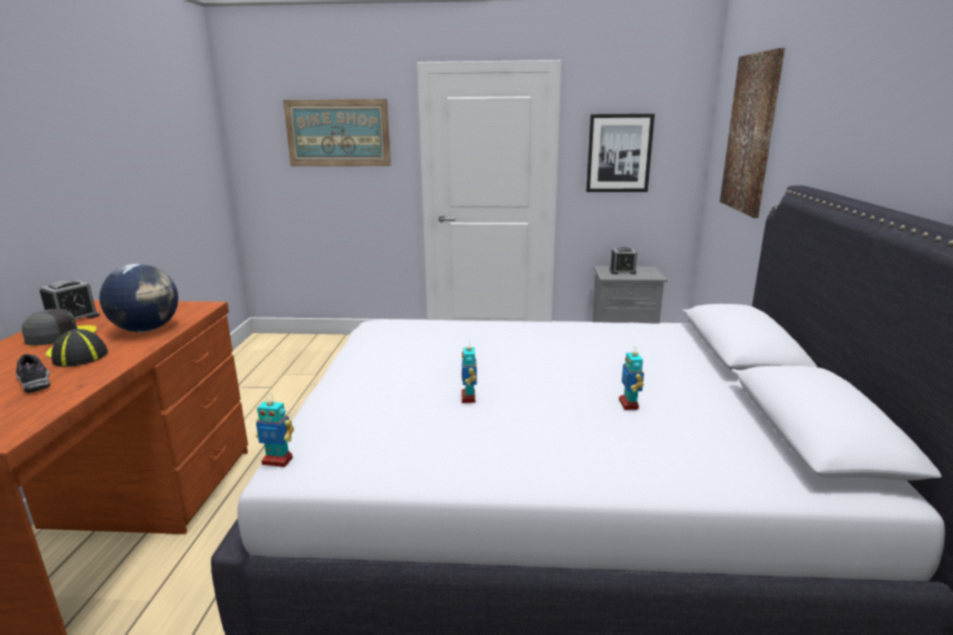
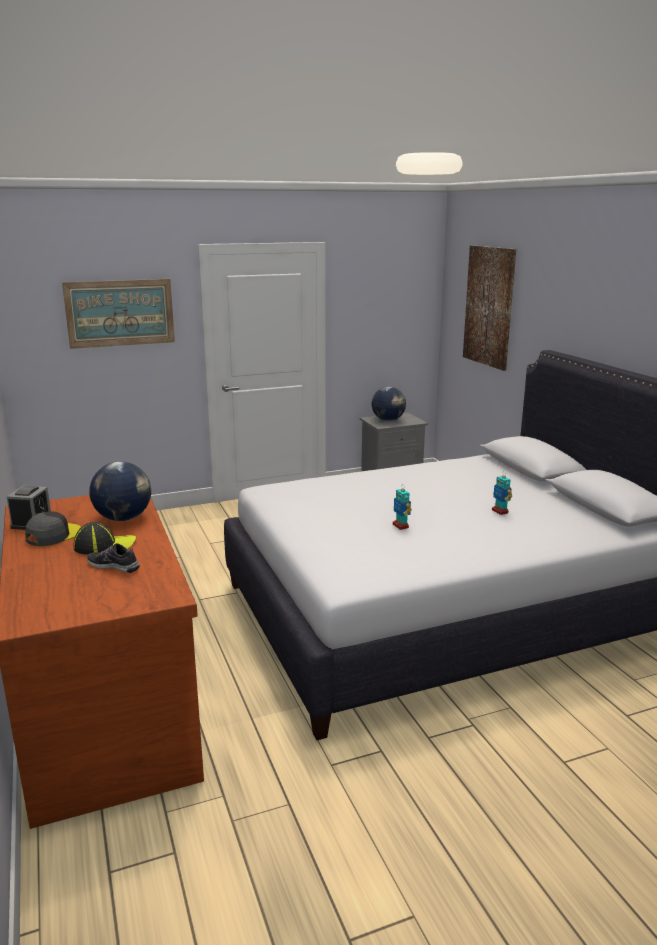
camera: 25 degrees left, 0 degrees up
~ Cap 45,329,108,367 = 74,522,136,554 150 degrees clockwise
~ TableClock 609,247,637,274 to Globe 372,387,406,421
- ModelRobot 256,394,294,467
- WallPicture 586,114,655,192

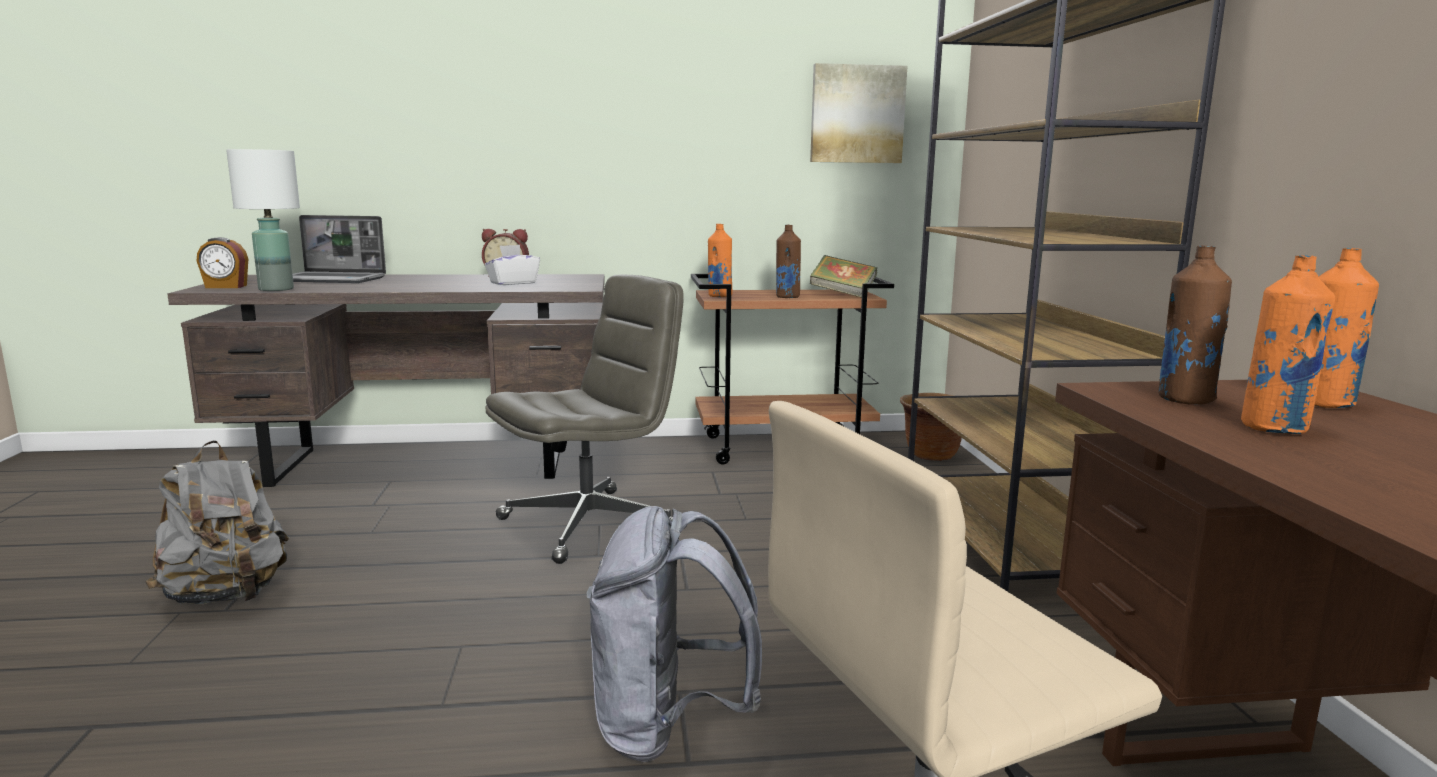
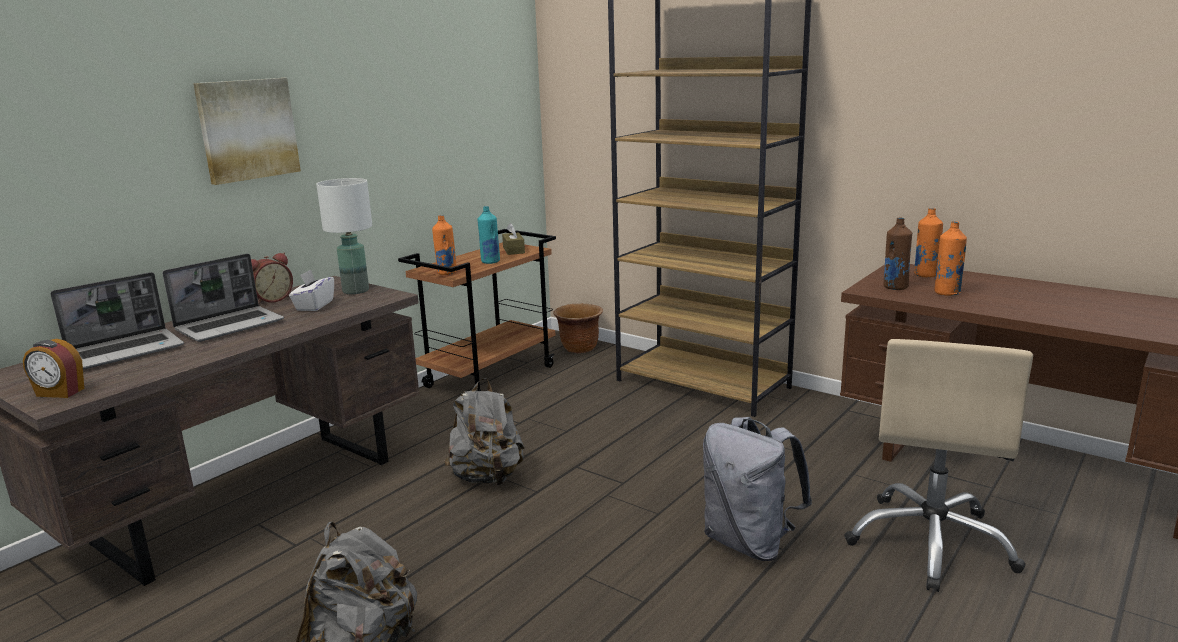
camera: 45 degrees left, 5 degrees up
~ TableClock 197,237,248,288 = 23,339,84,398 60 degrees clockwise
+ NotebookComputer 162,253,284,342
~ WallPicture 810,63,907,163 to 193,78,301,185
~ WhitishTabletopLamp 226,149,300,291 to 316,178,372,294
~ GreyComputerChair 485,275,684,564 to GreyRucksack 444,378,525,486
~ BrownBottle 776,225,801,298 to TurquoiseColouredBottle 477,206,500,264
~ Volume 810,255,877,298 to BrownBoxOfTissues 502,223,525,255

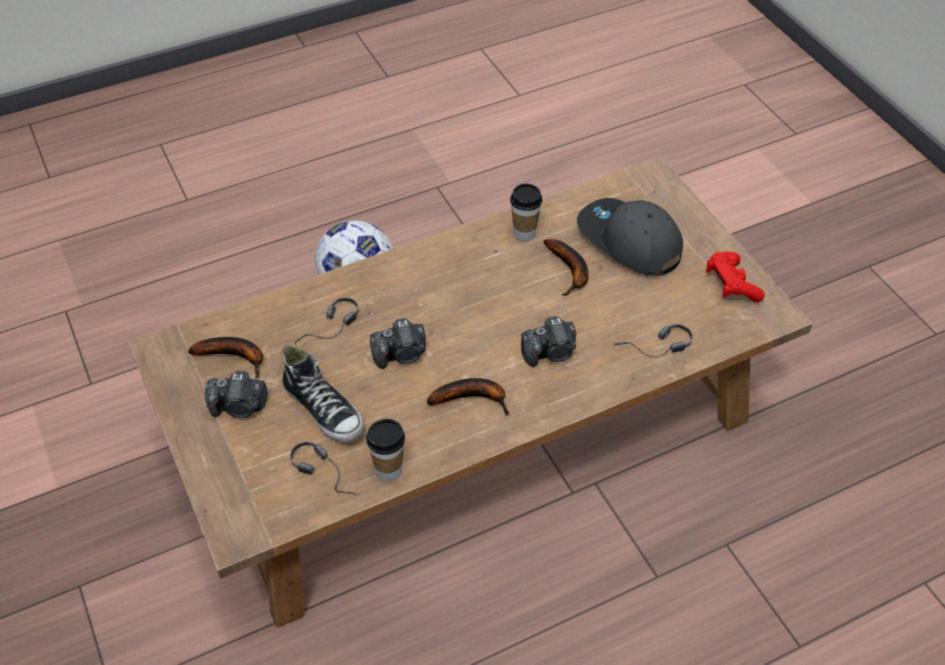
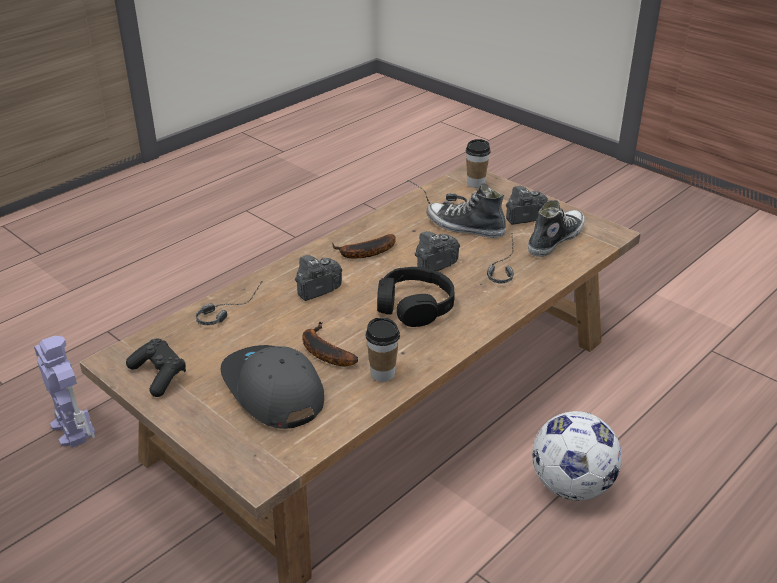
camera: 160 degrees right, 15 degrees down
+ ModelRobot 34,336,95,448
~ ReddishGamepad 706,252,765,302 to BlackGamepad 126,339,186,397
~ GreyCap 577,198,683,276 = 220,345,324,429 150 degrees counterclockwise
+ BlackHeadphones 377,267,455,327
~ Cup 366,419,405,481 to 466,139,491,188
~ WholeBanana 188,337,263,379 to ItemOfFootwear 528,200,585,257

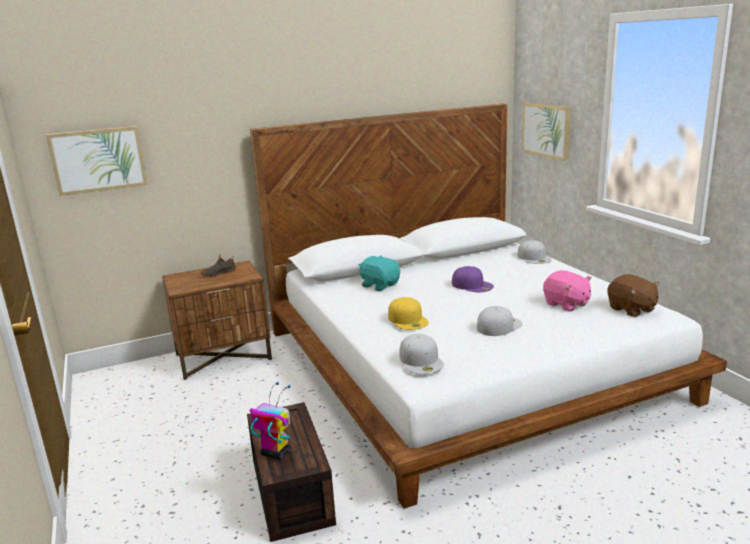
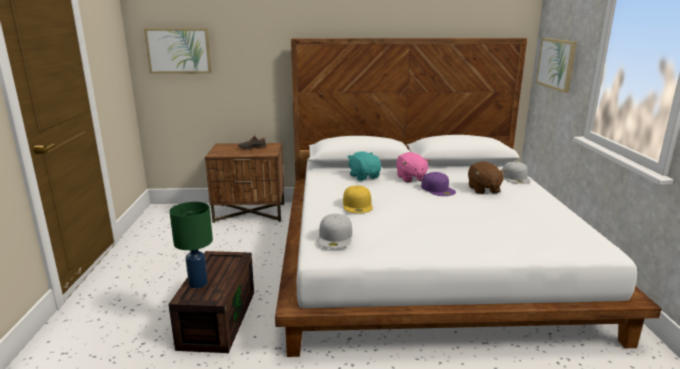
camera: 20 degrees right, 0 degrees up
~ ModelRobot 250,382,291,460 to GreenTabletopLamp 169,202,213,288
~ PinkColouredCuddlyToy 543,270,591,311 to 396,152,430,183
~ BrownCuddlyToy 607,274,660,317 to 468,161,506,194
- WhitishCap 477,306,522,336

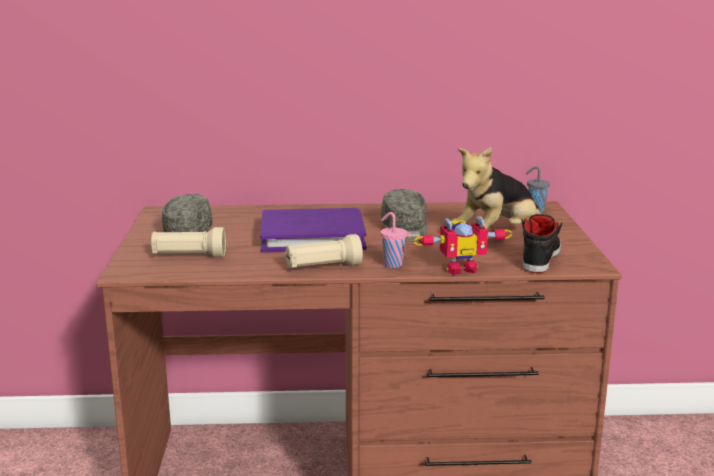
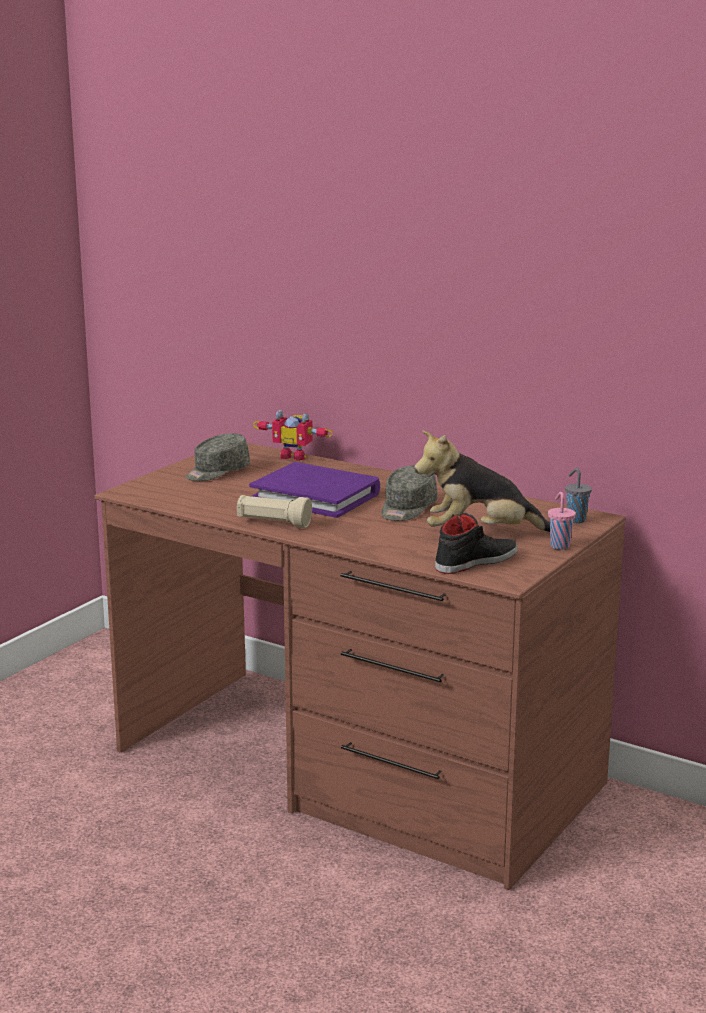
camera: 35 degrees right, 0 degrees up
~ ModelRobot 414,215,512,275 to 253,410,333,461
~ PinkColouredCup 380,212,407,268 to 548,492,576,550
- BeigeColouredFlashlight 151,227,226,257

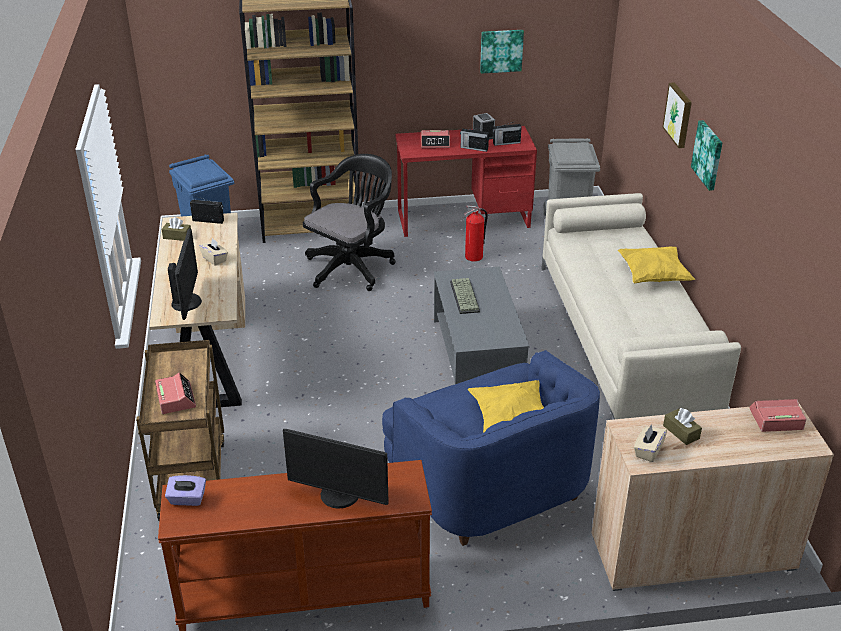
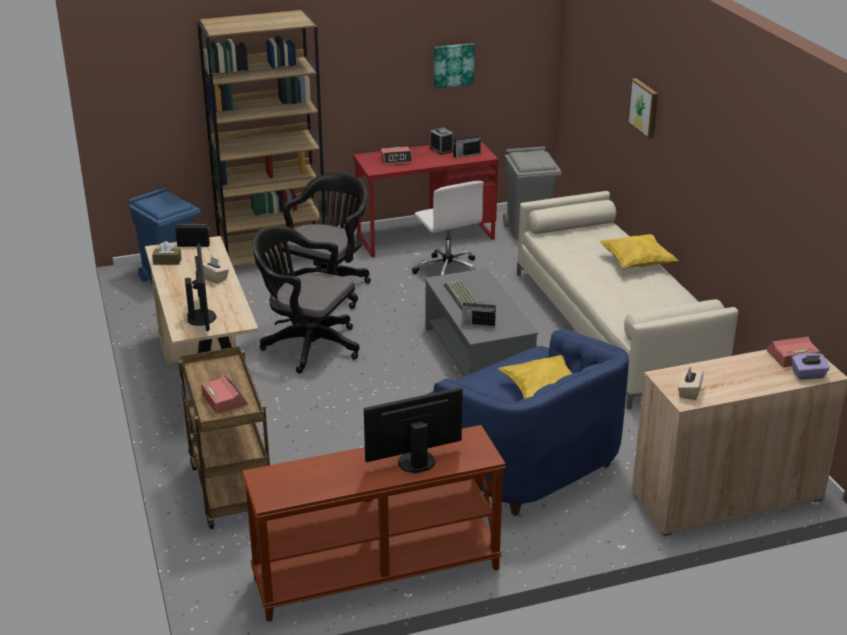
camera: 10 degrees left, 5 degrees down
+ BlackComputerChair 252,226,360,374
~ ComputerScreen 283,429,389,509 = 364,387,463,474 150 degrees clockwise
~ FireFightingCylinder 464,205,488,262 to WhitishComputerChair 412,181,484,275
~ Radio 460,128,489,152 to 461,301,496,328
~ PurpleColouredBoxOfTissues 165,475,206,506 to 792,353,830,379
- BrownBoxOfTissues 663,408,702,445
- WallPicture 691,120,722,191

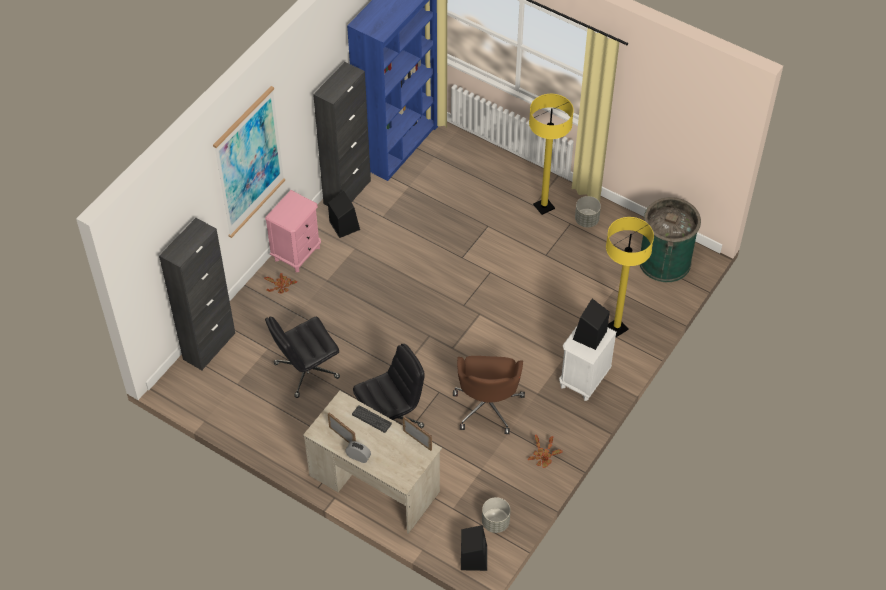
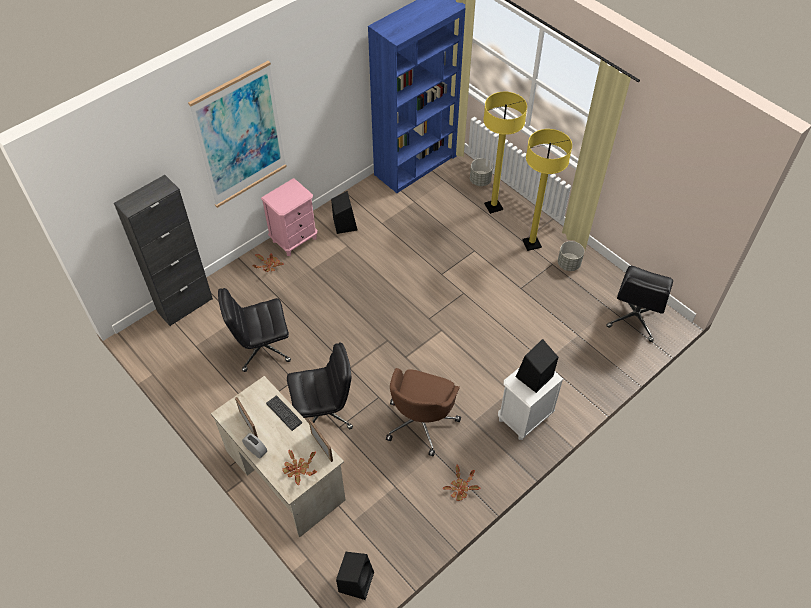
camera: 15 degrees right, 0 degrees up
+ Houseplant 282,450,317,485
~ GreyPlantPot 482,497,511,533 to 470,158,493,186
~ YellowStandingLamp 606,217,654,338 to 483,92,527,214
~ GreenTrashCan 640,197,701,282 to BlackComputerChair 607,266,673,342
- BlackCabinet 313,62,371,206

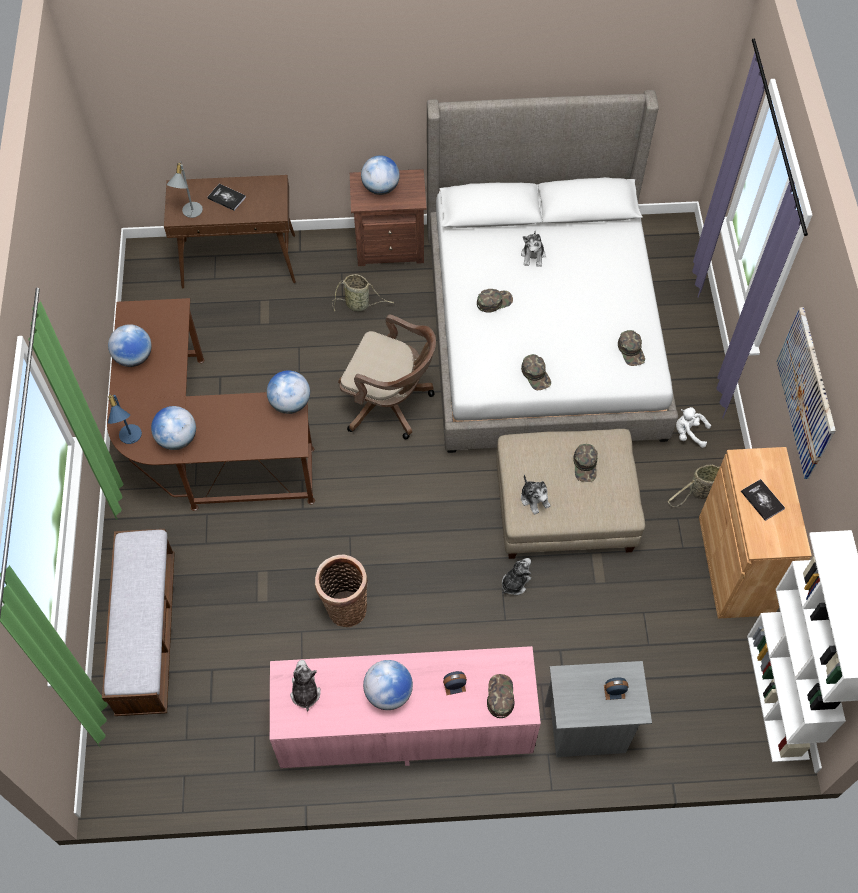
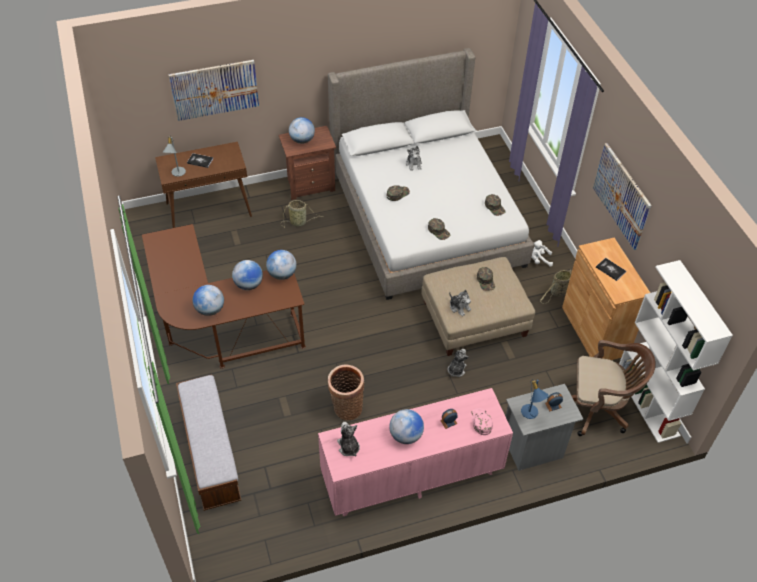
camera: 15 degrees left, 10 degrees down
+ WallPicture 168,60,259,121
~ Globe 108,324,152,367 to 232,260,263,290
~ GreenCap 487,674,515,718 to PinkColouredCap 471,408,493,435
~ BluishTabletopLamp 108,393,142,444 to 521,380,548,419
~ BrownComputerChair 338,314,436,439 to 571,340,656,436

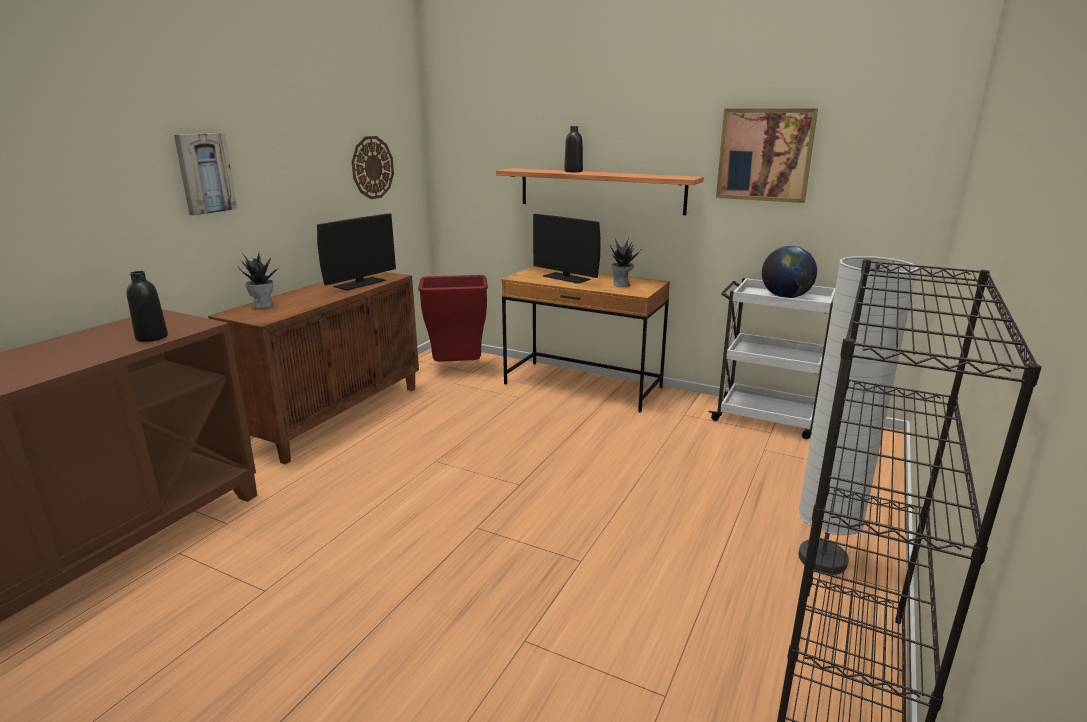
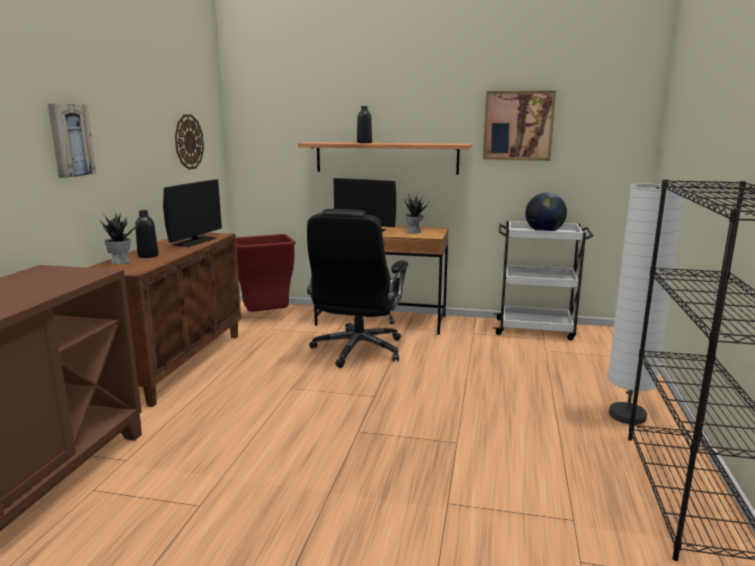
camera: 15 degrees left, 5 degrees down
~ BlackBottle 127,271,168,342 to 135,210,159,258
+ BlackComputerChair 307,209,408,368

